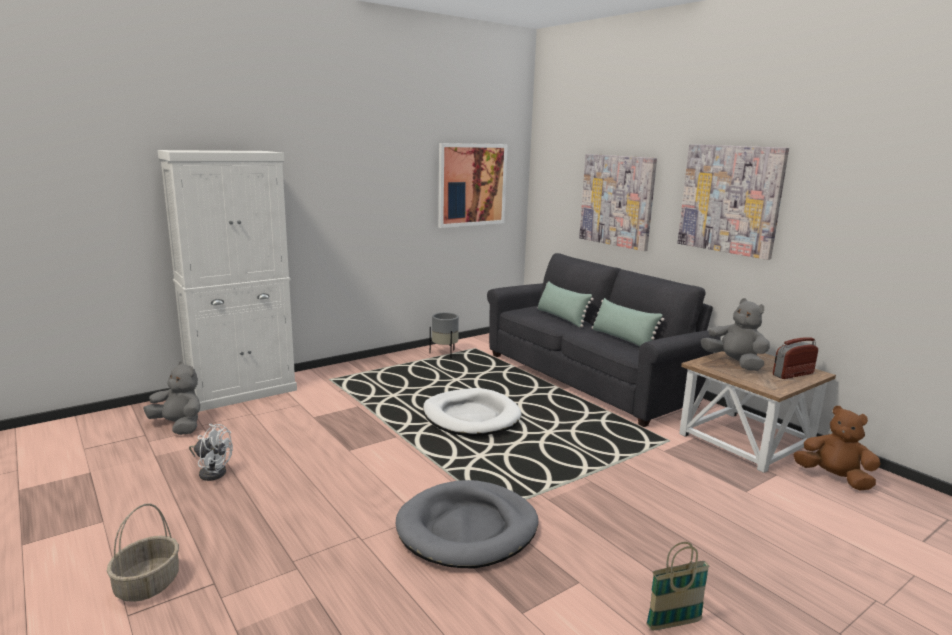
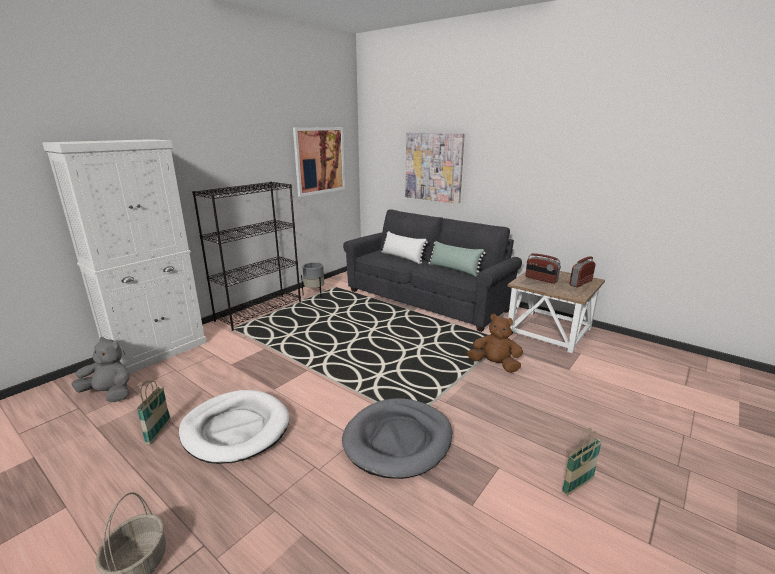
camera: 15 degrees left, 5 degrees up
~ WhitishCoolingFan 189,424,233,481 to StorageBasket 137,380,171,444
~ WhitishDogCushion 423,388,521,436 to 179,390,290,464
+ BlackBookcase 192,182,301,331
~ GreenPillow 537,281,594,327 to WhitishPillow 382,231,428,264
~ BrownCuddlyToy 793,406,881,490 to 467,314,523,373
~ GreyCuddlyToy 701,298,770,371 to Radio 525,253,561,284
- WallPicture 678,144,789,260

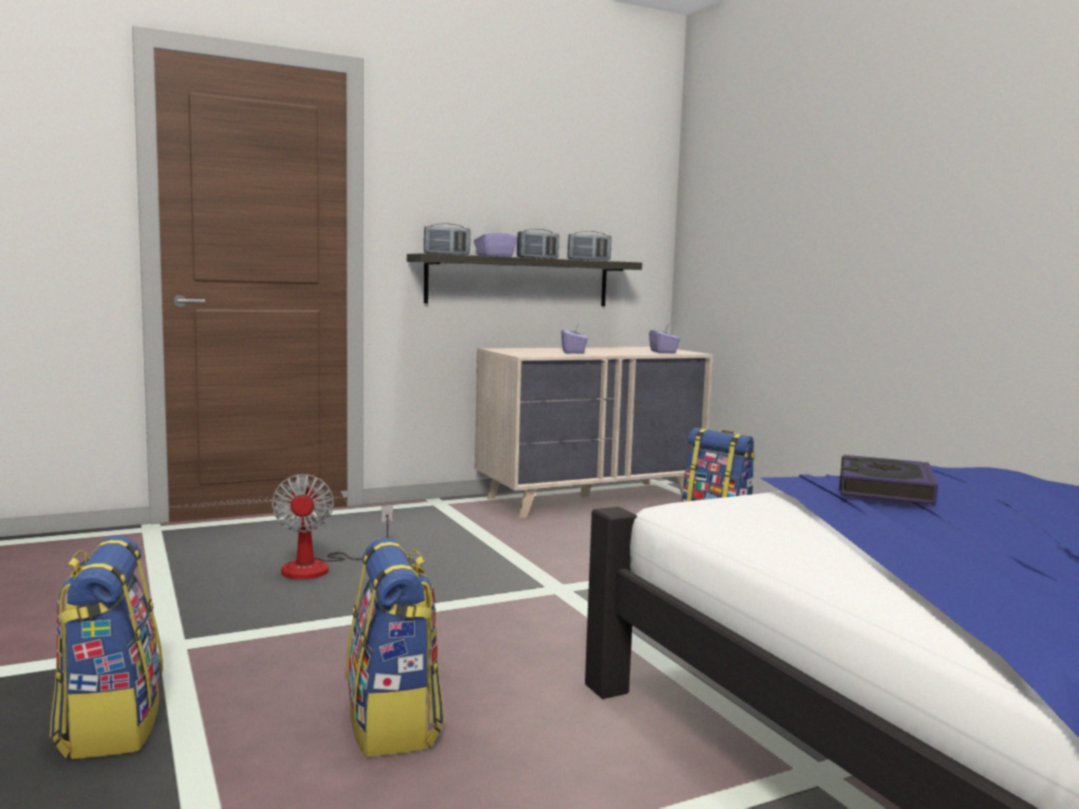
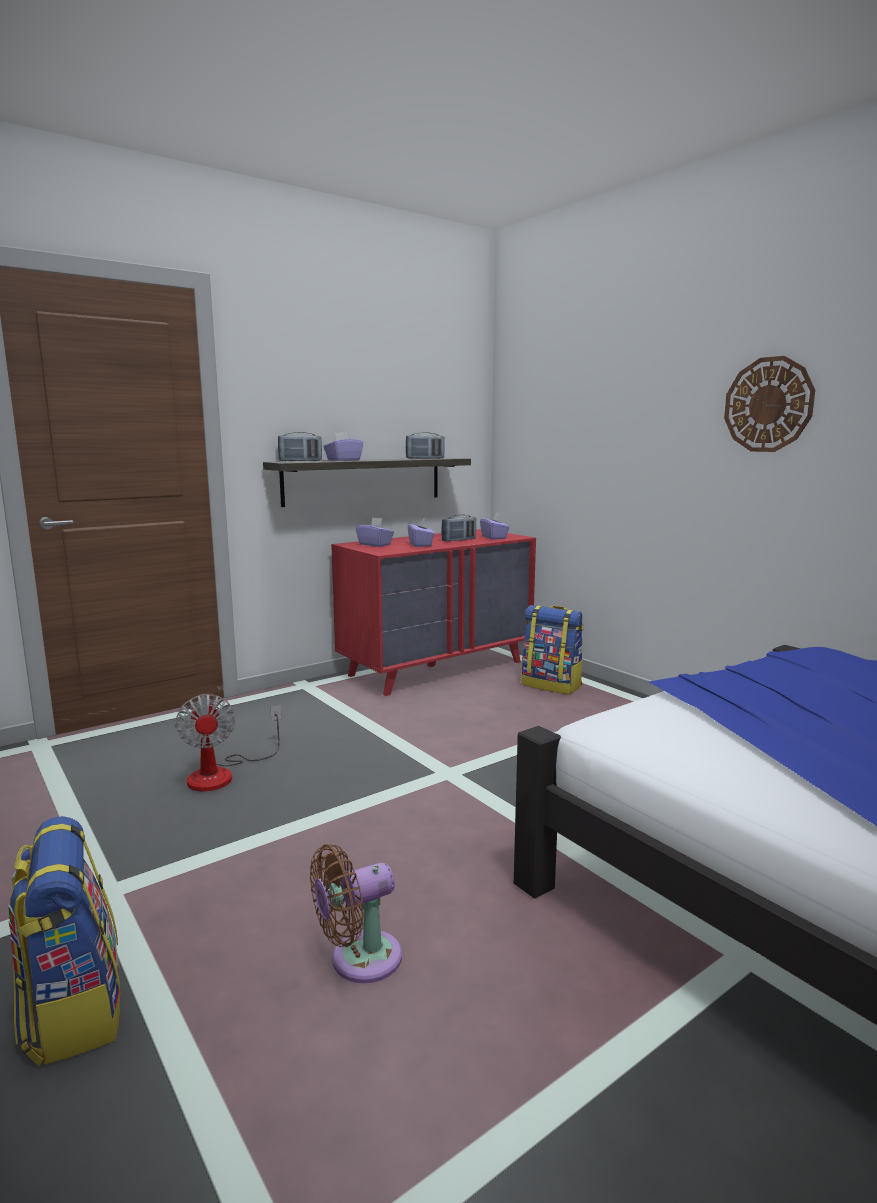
camera: 10 degrees left, 5 degrees up
~ Rucksack 346,538,445,757 to BrownCoolingFan 310,844,402,983
~ BeigeColouredChestOfDrawers 475,347,713,518 to ReddishChestOfDrawers 331,529,536,696
+ PurpleColouredBoxOfTissues 356,517,394,547
~ Radio 517,229,559,259 to 441,514,476,542
+ ClockOnTheWall 724,356,815,452
- Volume 839,455,938,505

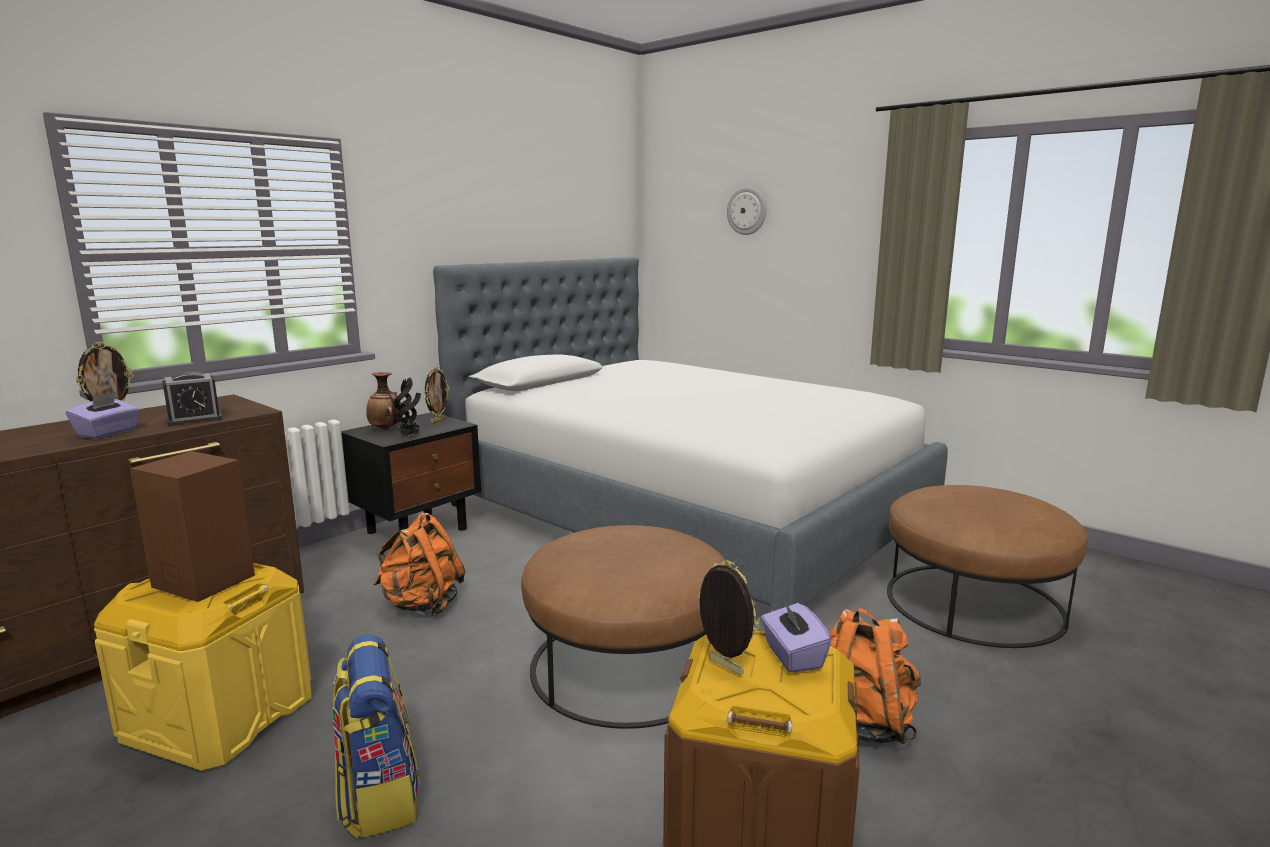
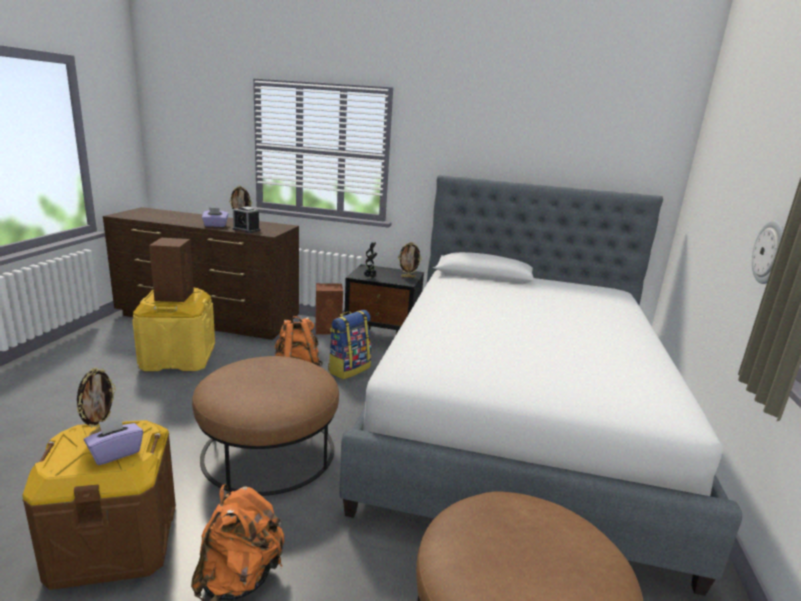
camera: 60 degrees right, 5 degrees up
+ BrownAudioSpeaker 315,283,343,334
~ Rucksack 332,634,420,839 to 328,310,371,380
~ ClockOnTheWall 727,187,766,235 to 752,221,784,284
- FlowerVase 366,372,401,430

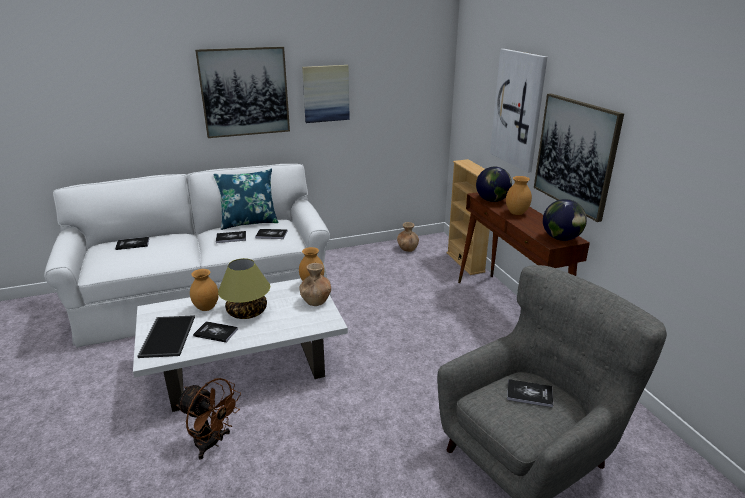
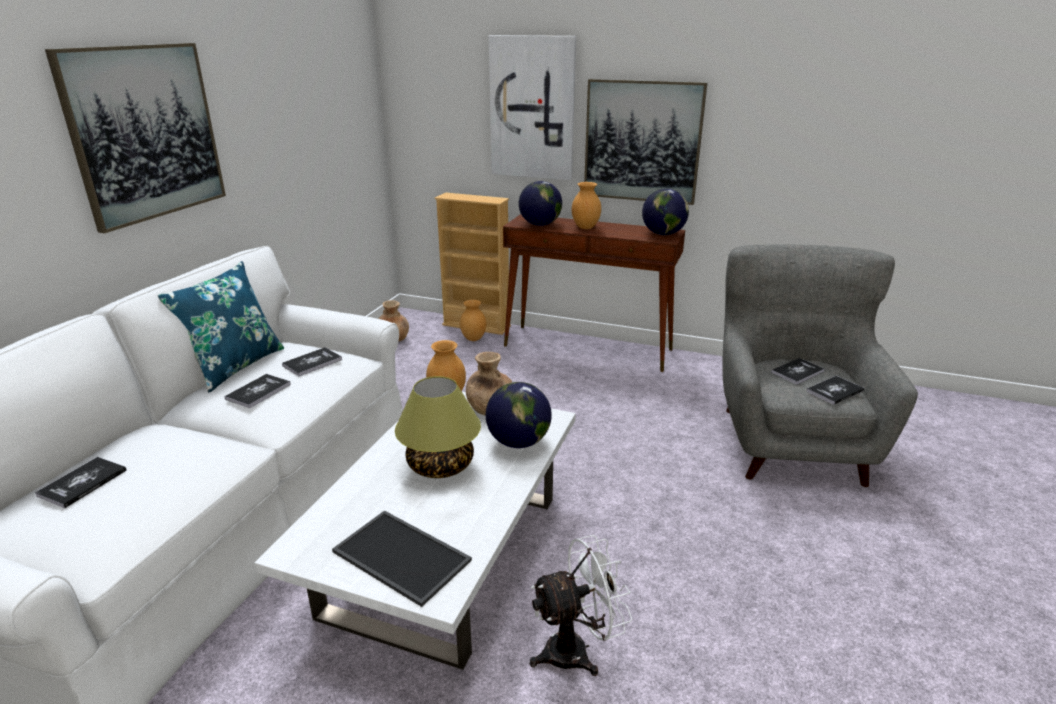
camera: 50 degrees left, 0 degrees up
~ BrownFlowerVase 190,269,219,311 to 460,300,486,341
+ Globe 486,382,552,448
~ BrownCoolingFan 176,378,241,460 to WhitishCoolingFan 530,535,632,676
~ Volume 193,321,238,343 to 806,376,864,405
- WallPicture 302,65,350,123

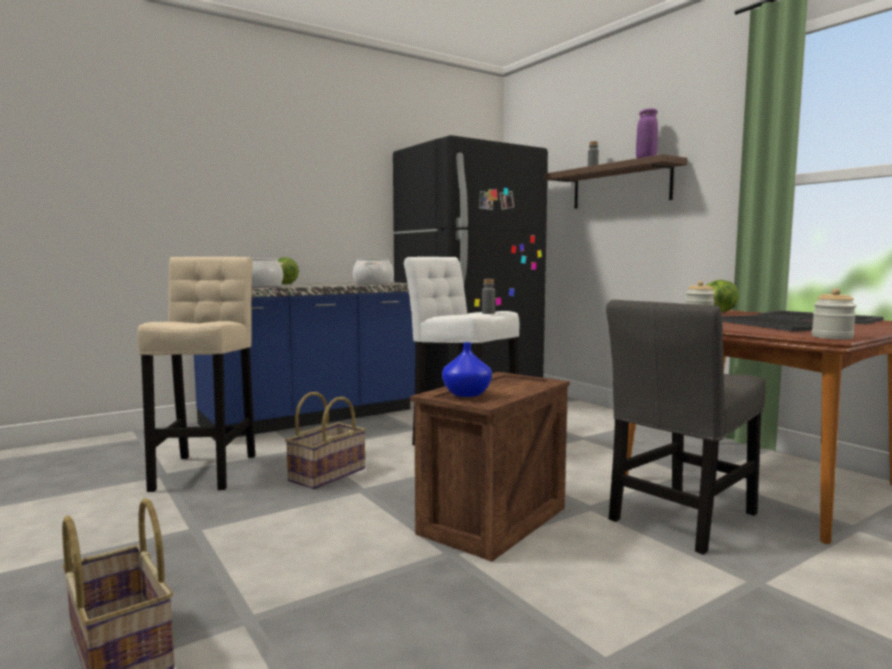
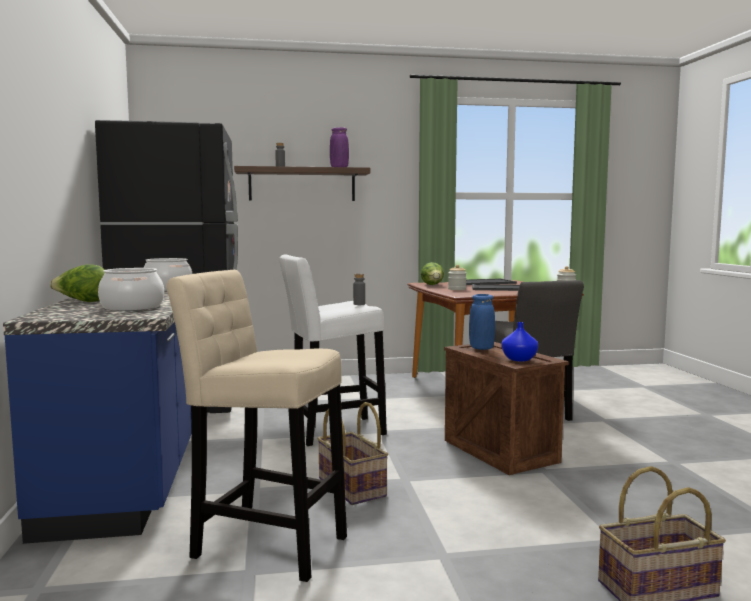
camera: 65 degrees left, 0 degrees up
+ BluishFlowerVase 469,294,495,350

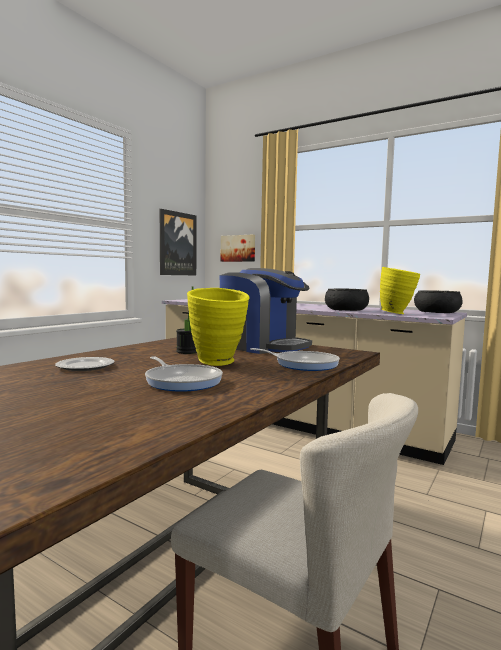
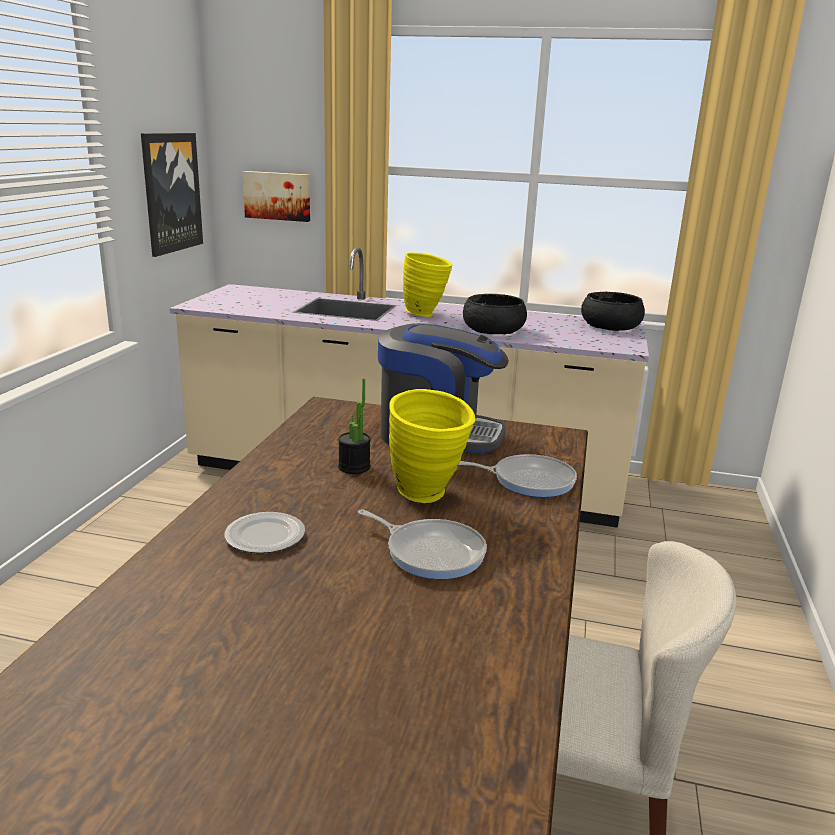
camera: 20 degrees left, 15 degrees up
~ YellowFlowerVase 380,267,421,314 to 403,252,453,317

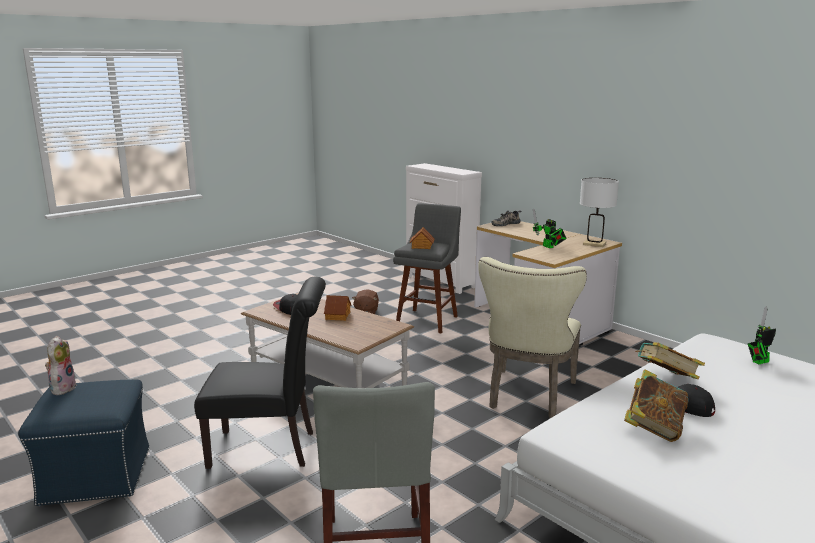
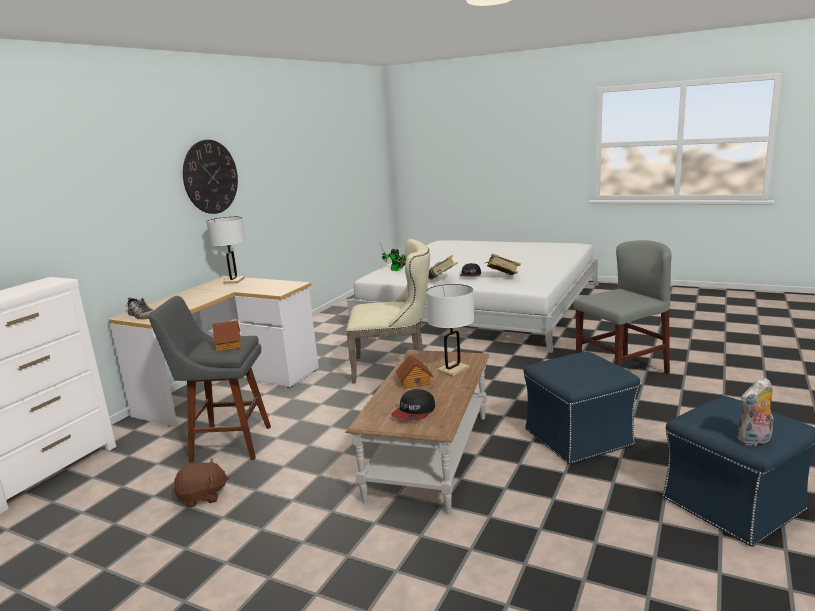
camera: 110 degrees left, 0 degrees up
+ ClockOnTheWall 183,140,238,214
+ WhitishTabletopLamp 426,284,474,377
~ BlackChair 194,277,326,469 to BluishOttoman 524,351,640,464
- ModelRobot 533,208,567,248

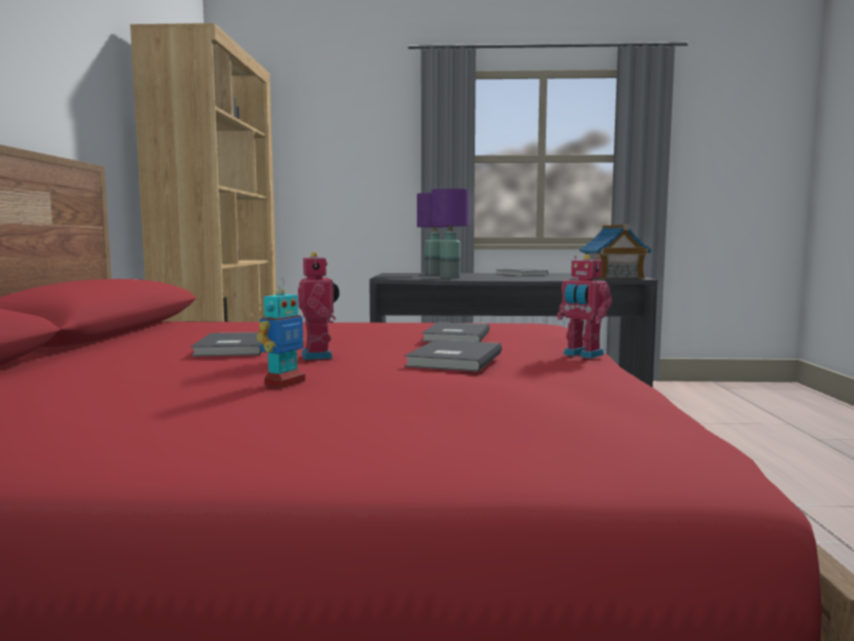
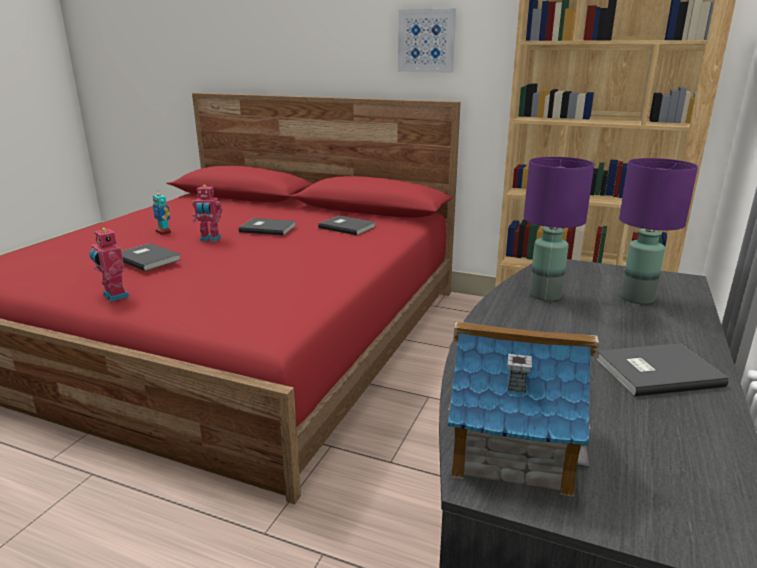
camera: 110 degrees right, 15 degrees up
~ ModelRobot 557,255,612,359 = 89,227,130,302 105 degrees counterclockwise
~ GreyVolume 422,323,490,342 to 318,215,376,235
+ WallPicture 398,8,456,73

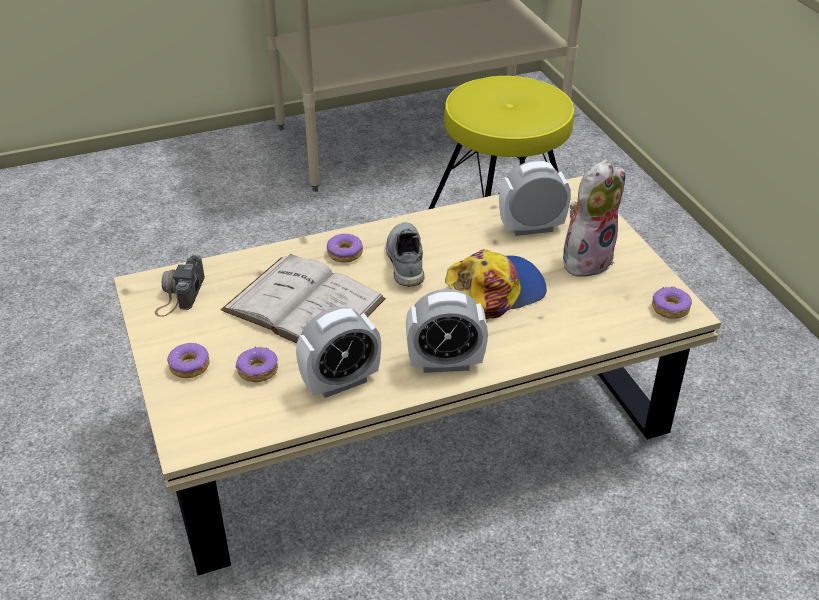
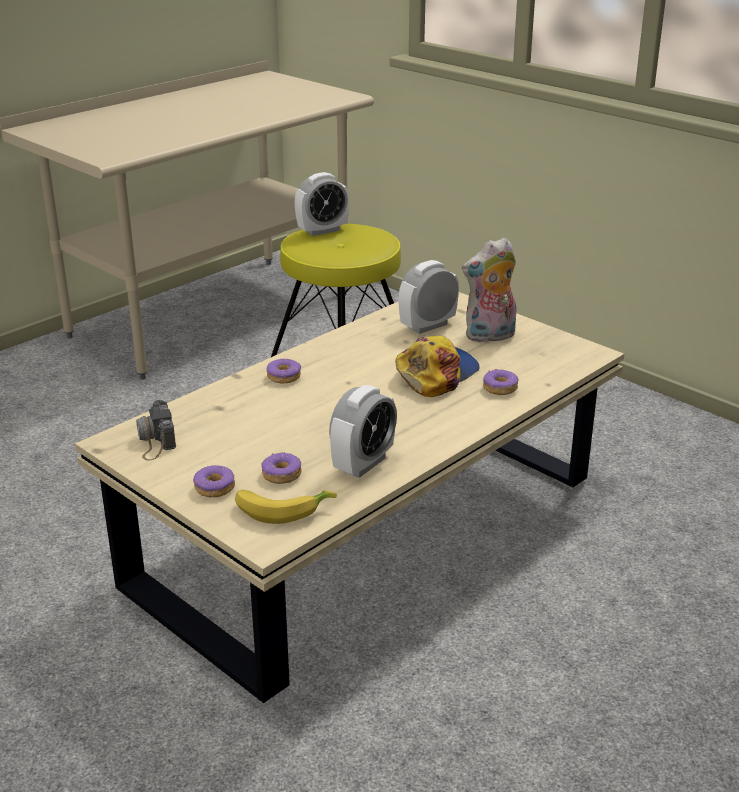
camera: 25 degrees left, 10 degrees down
+ WholeBanana 235,490,337,524
~ TableClock 406,289,488,373 to 295,172,349,236
~ CuddlyToy 563,159,625,277 = 462,237,516,343 135 degrees counterclockwise
~ Donut 652,286,692,319 to 483,369,518,395
- WhitishVolume 221,254,386,343
- GreyItemOfFootwear 386,222,424,287

